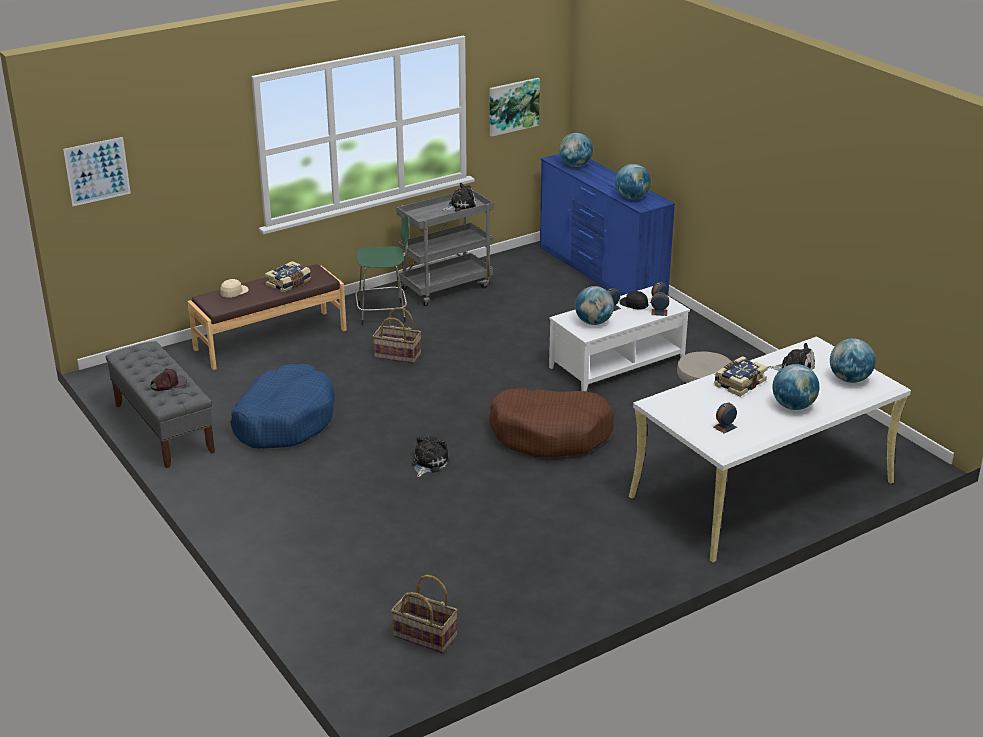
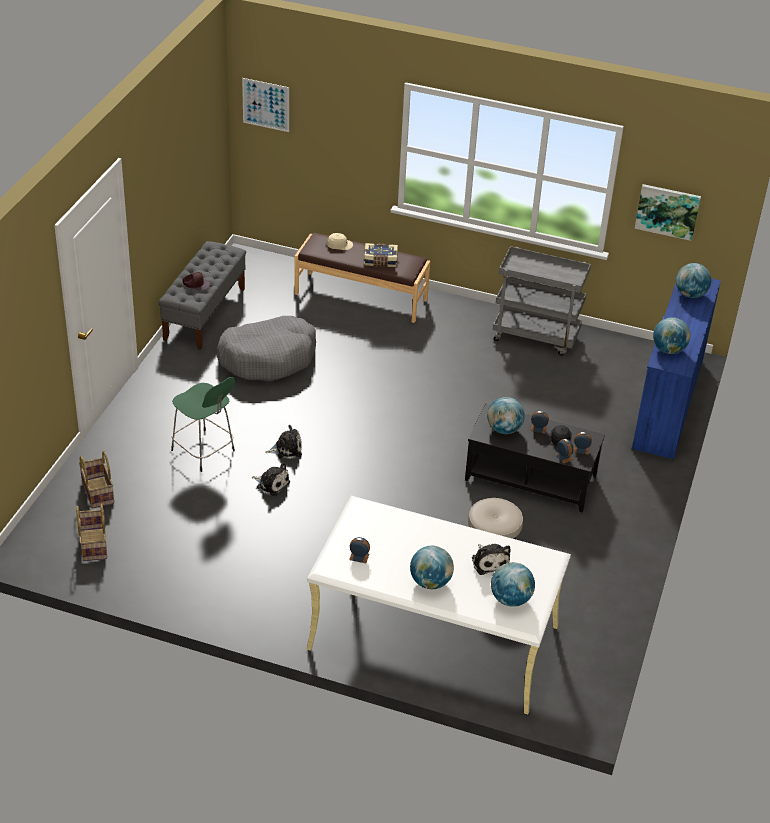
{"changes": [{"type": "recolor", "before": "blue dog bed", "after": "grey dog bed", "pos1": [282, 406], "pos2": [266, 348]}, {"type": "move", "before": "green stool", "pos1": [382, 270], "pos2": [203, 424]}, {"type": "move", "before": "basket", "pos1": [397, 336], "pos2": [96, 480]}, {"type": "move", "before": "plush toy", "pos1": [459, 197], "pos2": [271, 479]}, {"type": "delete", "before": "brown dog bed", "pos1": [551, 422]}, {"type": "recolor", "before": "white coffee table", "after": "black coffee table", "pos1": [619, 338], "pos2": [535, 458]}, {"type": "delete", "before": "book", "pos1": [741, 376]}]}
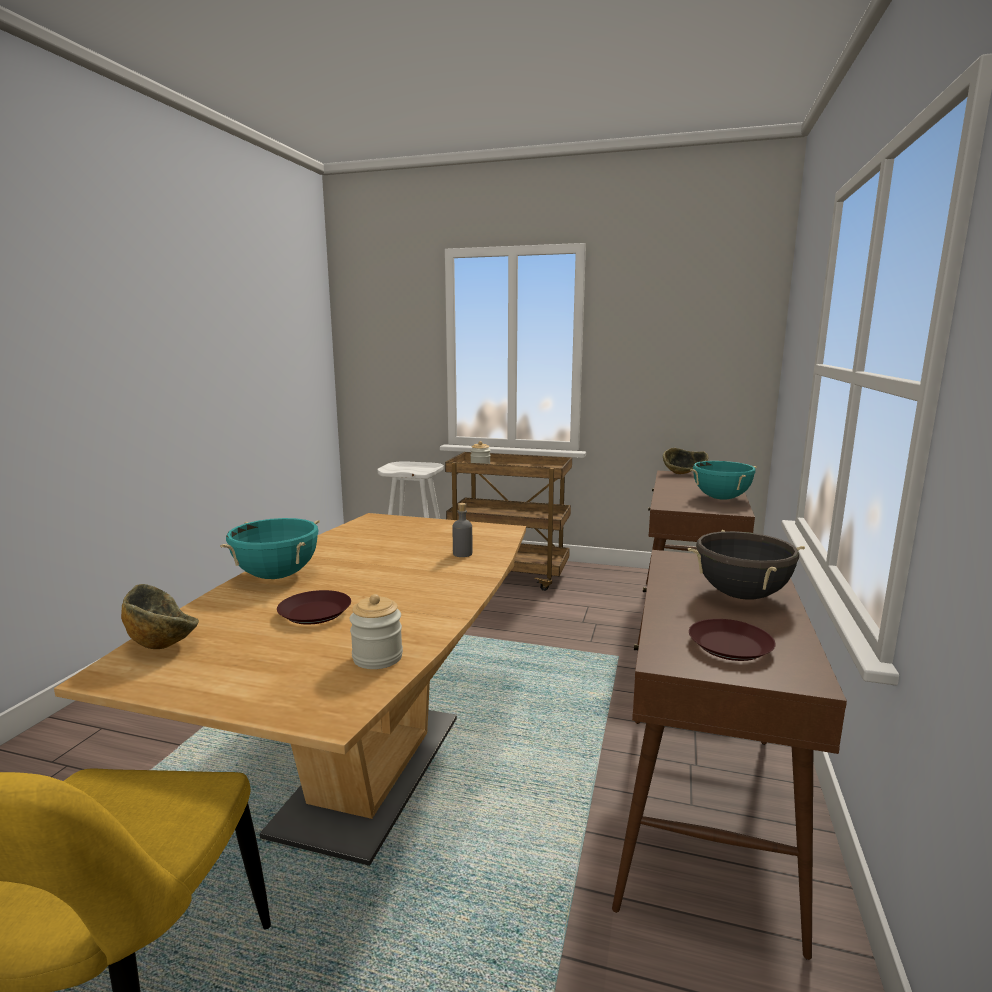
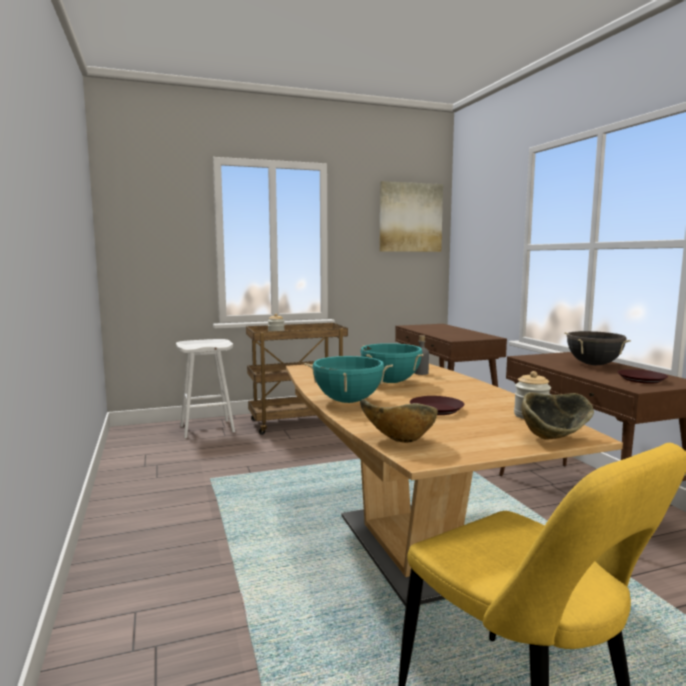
{"changes": [{"type": "move", "before": "bowl", "pos1": [686, 461], "pos2": [557, 416]}, {"type": "move", "before": "turquoise cooking pot", "pos1": [723, 480], "pos2": [392, 363]}, {"type": "insert", "after": "picture", "pos2": [411, 216]}]}
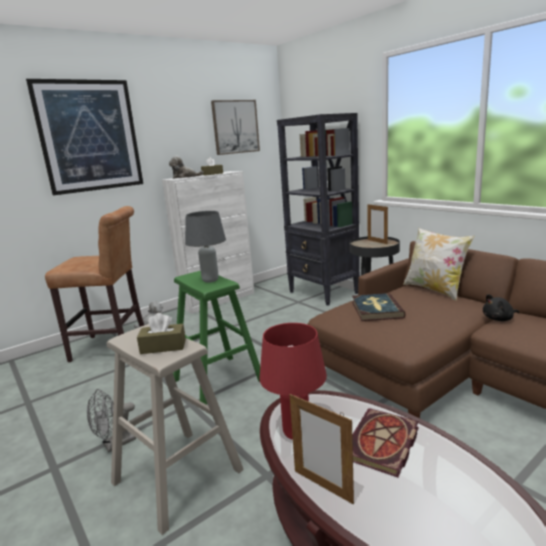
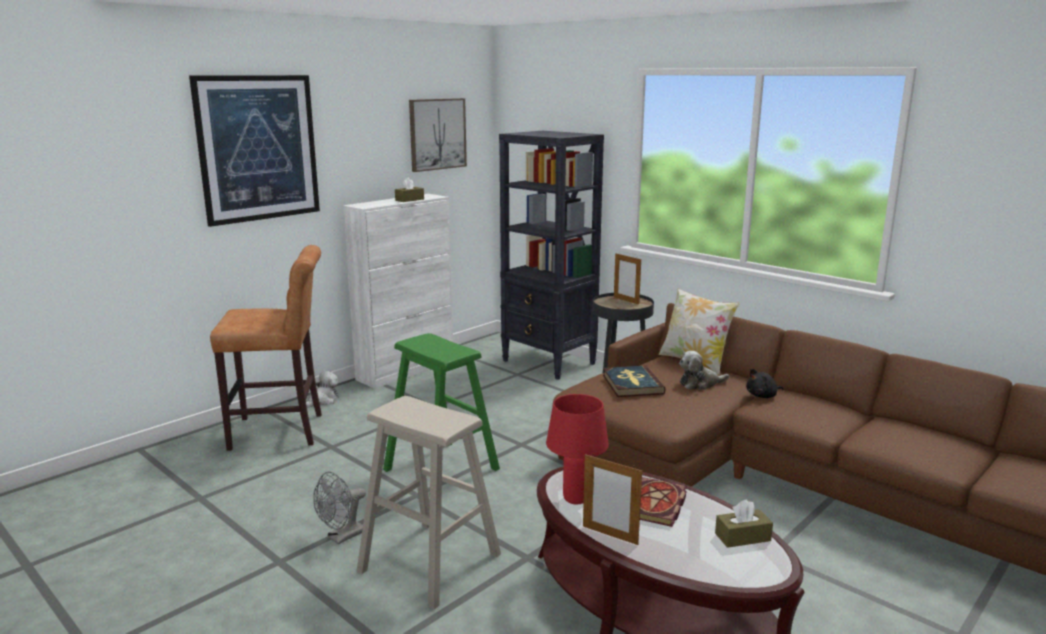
{"changes": [{"type": "move", "before": "brown tissue box", "pos1": [161, 333], "pos2": [744, 523]}, {"type": "move", "before": "plush toy", "pos1": [186, 167], "pos2": [704, 370]}, {"type": "delete", "before": "grey table lamp", "pos1": [205, 247]}]}
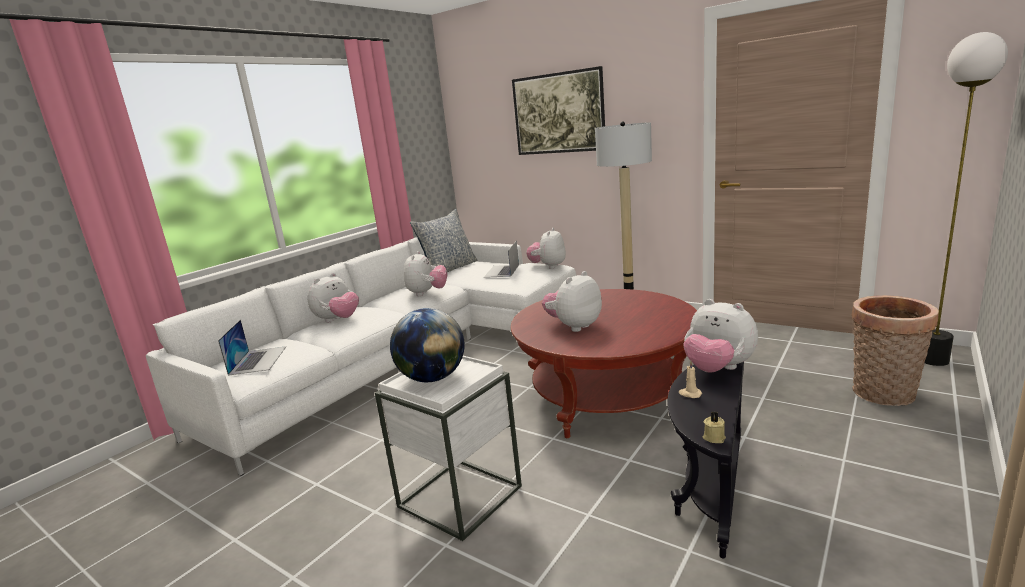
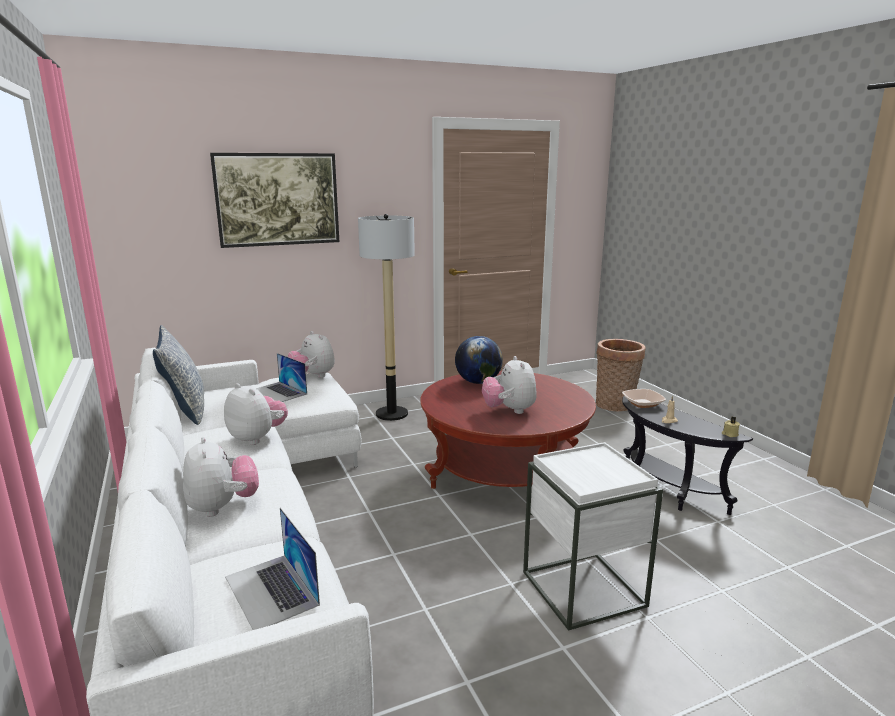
{"changes": [{"type": "rotate", "before": "laptop", "pos1": [252, 347], "pos2": [272, 569], "turn": -150}, {"type": "move", "before": "globe", "pos1": [427, 345], "pos2": [479, 360]}, {"type": "replace", "before": "plush toy", "after": "bowl", "pos1": [720, 336], "pos2": [644, 398]}, {"type": "delete", "before": "floor lamp", "pos1": [966, 199]}]}
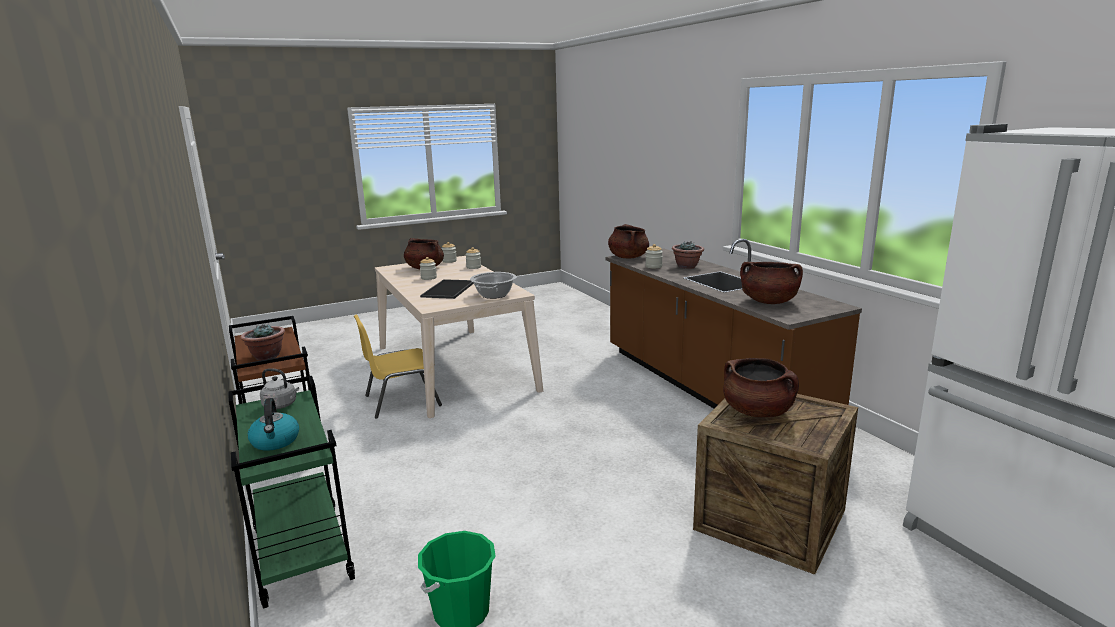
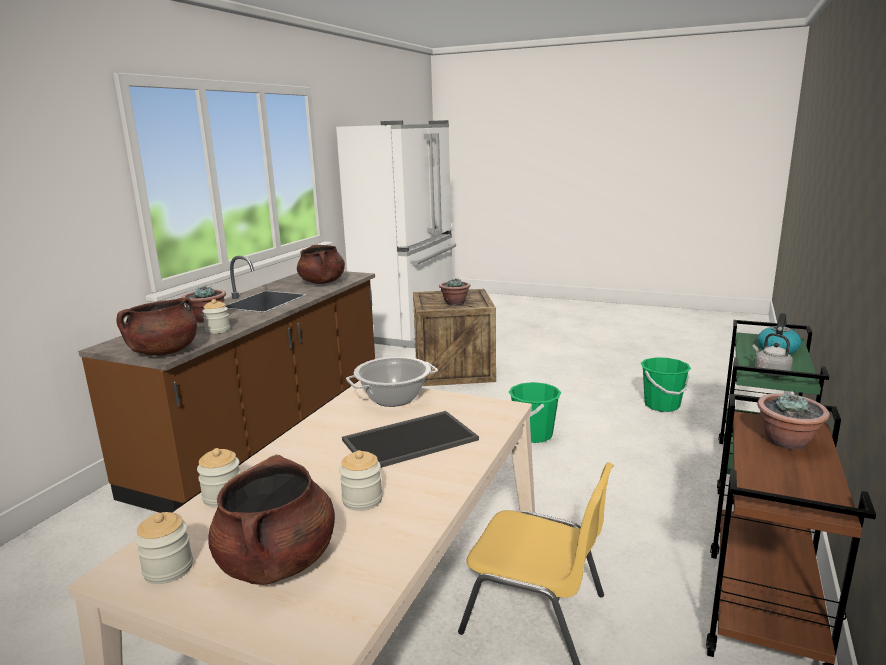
{"changes": [{"type": "replace", "before": "brown cooking pot", "after": "potted plant", "pos1": [761, 387], "pos2": [454, 292]}, {"type": "insert", "after": "green bucket", "pos2": [535, 412]}]}
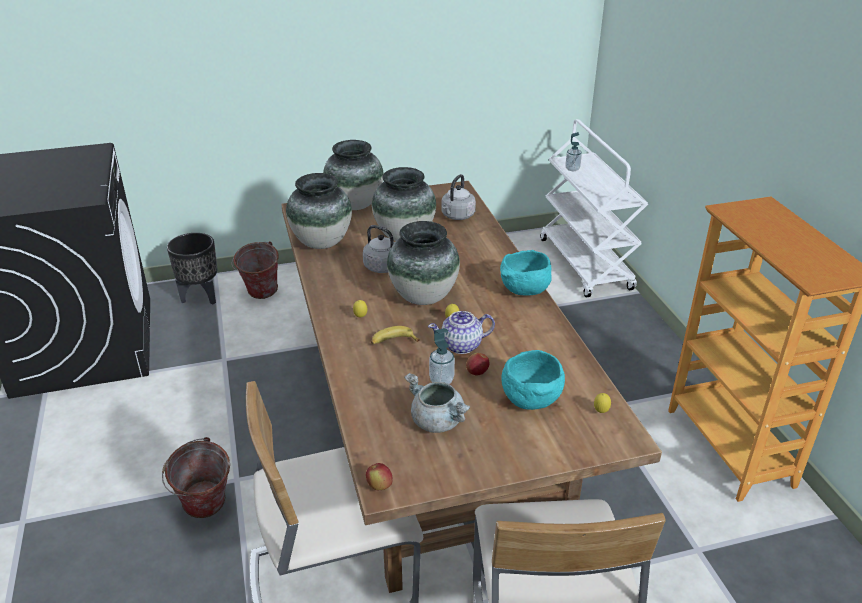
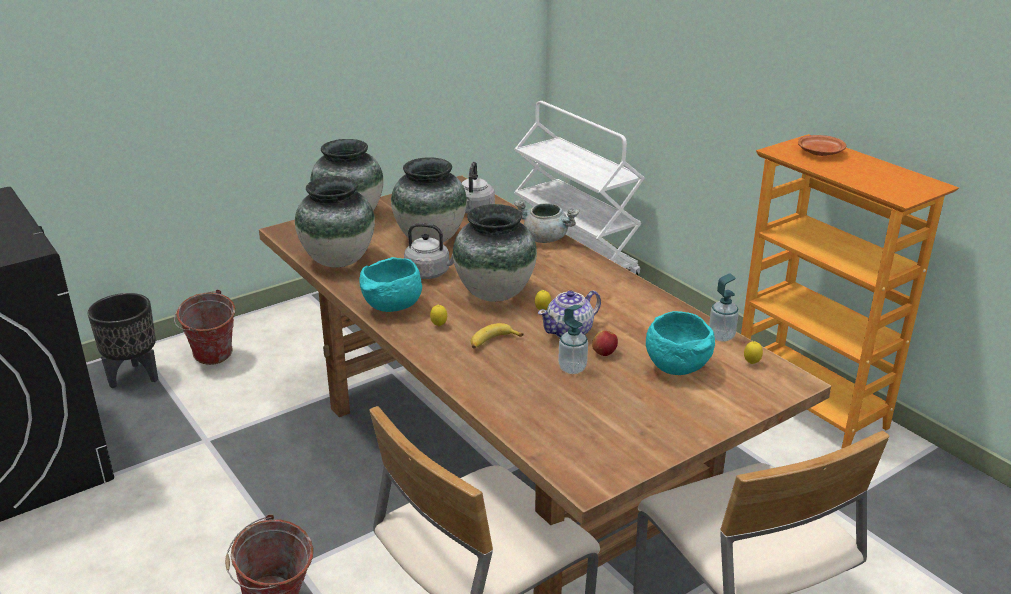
{"changes": [{"type": "delete", "before": "apple", "pos1": [379, 476]}, {"type": "move", "before": "grey cooking pot", "pos1": [437, 403], "pos2": [546, 221]}, {"type": "move", "before": "turquoise bowl", "pos1": [526, 273], "pos2": [390, 284]}, {"type": "move", "before": "soap dispenser", "pos1": [573, 151], "pos2": [724, 307]}, {"type": "insert", "after": "brown plate", "pos2": [822, 145]}]}
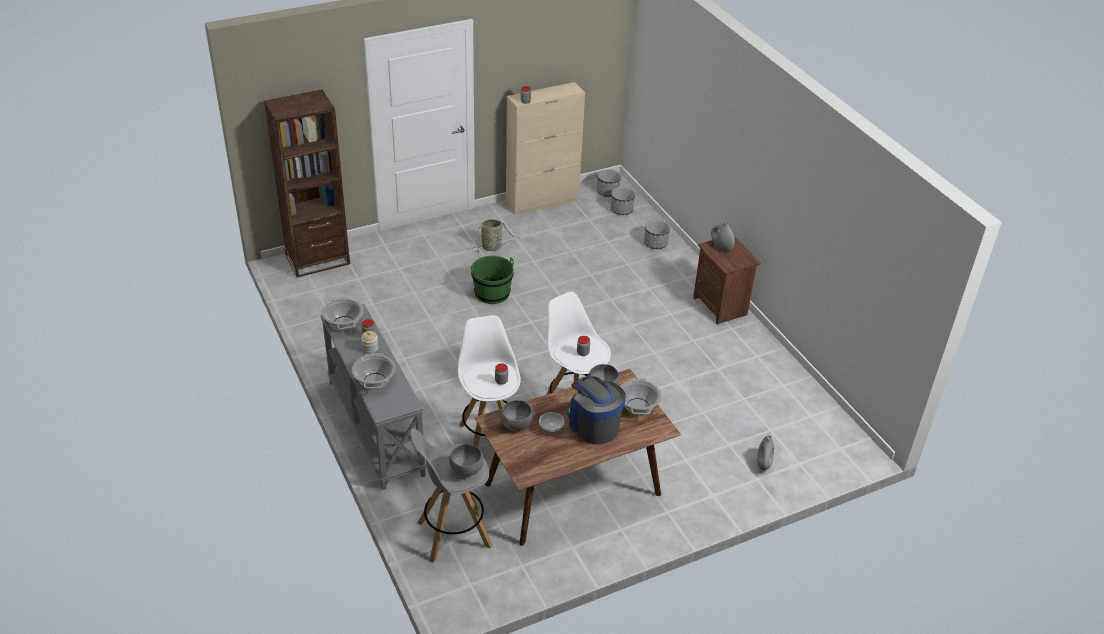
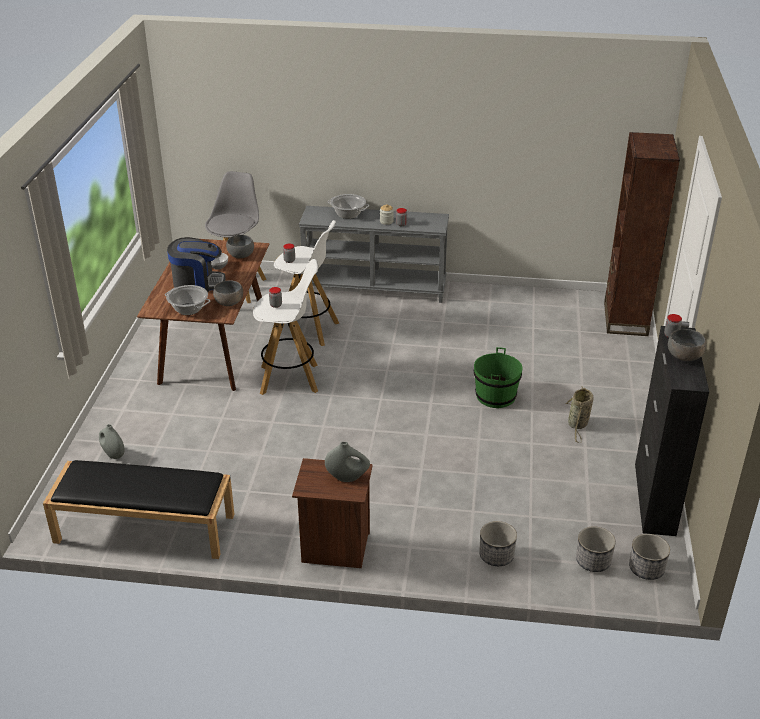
{"changes": [{"type": "delete", "before": "cooking pot", "pos1": [343, 314]}, {"type": "move", "before": "grey bowl", "pos1": [466, 460], "pos2": [687, 345]}, {"type": "recolor", "before": "beige cabinet", "after": "black cabinet", "pos1": [545, 148], "pos2": [672, 431]}, {"type": "insert", "after": "black bench", "pos2": [138, 509]}]}
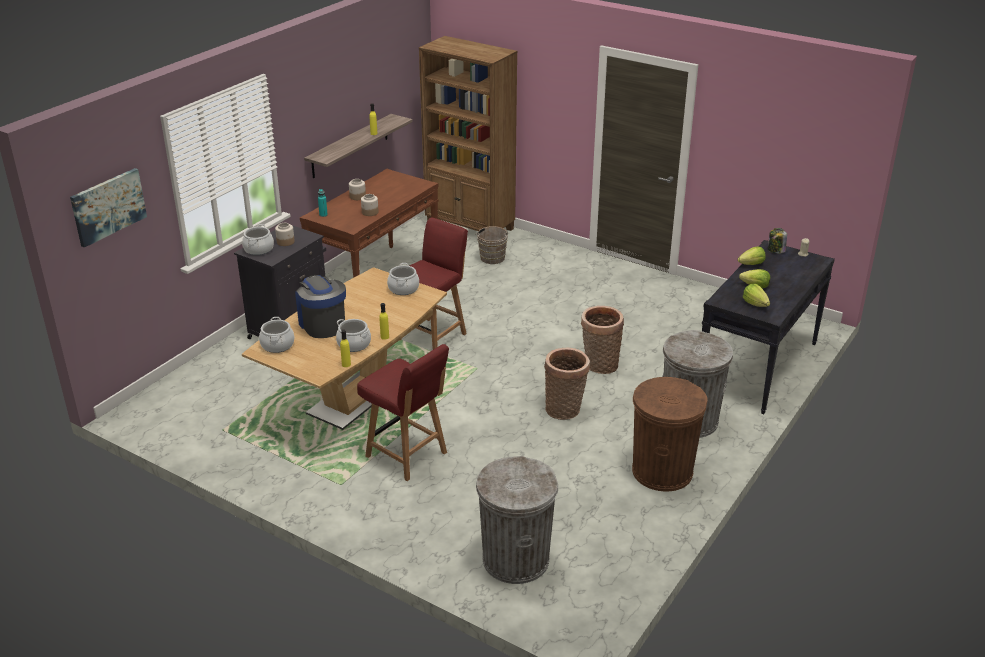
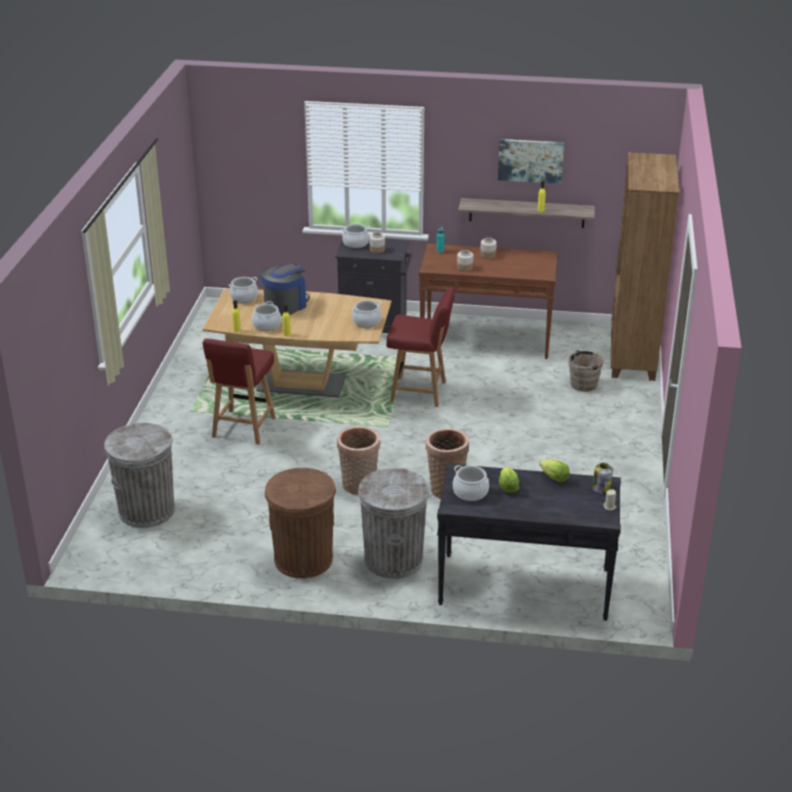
{"changes": [{"type": "move", "before": "picture", "pos1": [108, 208], "pos2": [531, 161]}, {"type": "replace", "before": "lettuce", "after": "cooking pot", "pos1": [756, 295], "pos2": [471, 483]}]}
